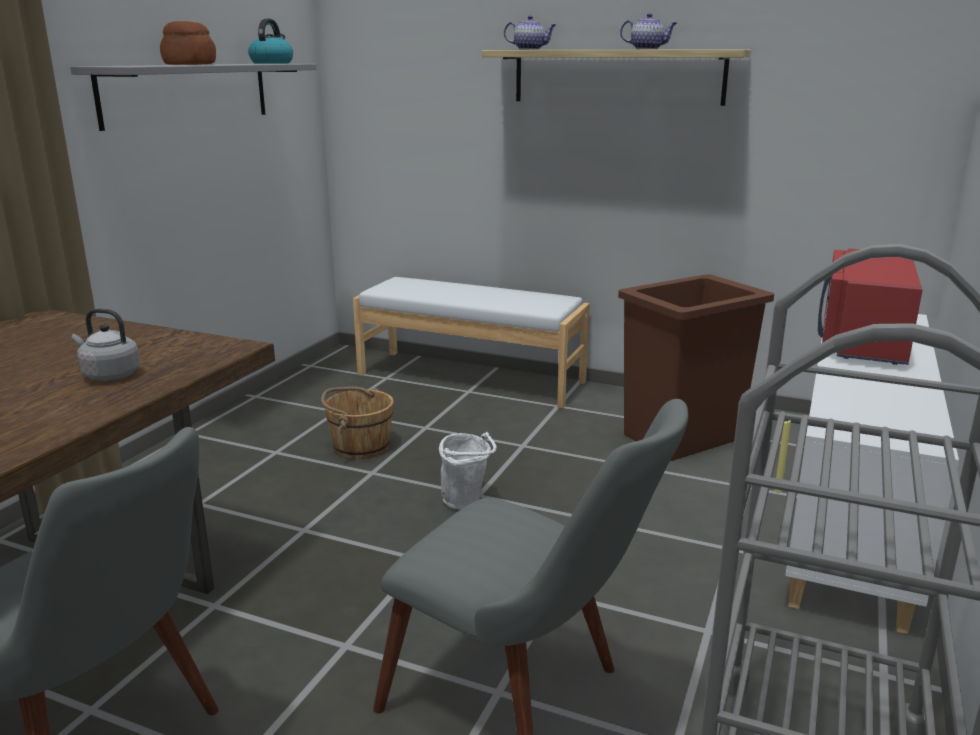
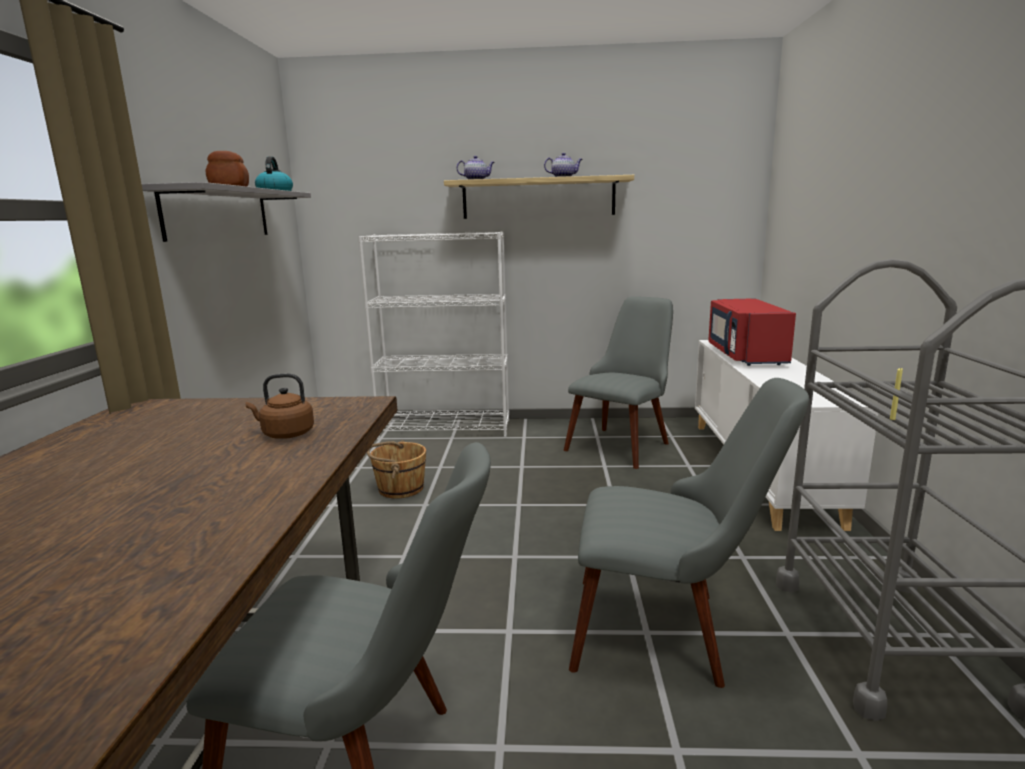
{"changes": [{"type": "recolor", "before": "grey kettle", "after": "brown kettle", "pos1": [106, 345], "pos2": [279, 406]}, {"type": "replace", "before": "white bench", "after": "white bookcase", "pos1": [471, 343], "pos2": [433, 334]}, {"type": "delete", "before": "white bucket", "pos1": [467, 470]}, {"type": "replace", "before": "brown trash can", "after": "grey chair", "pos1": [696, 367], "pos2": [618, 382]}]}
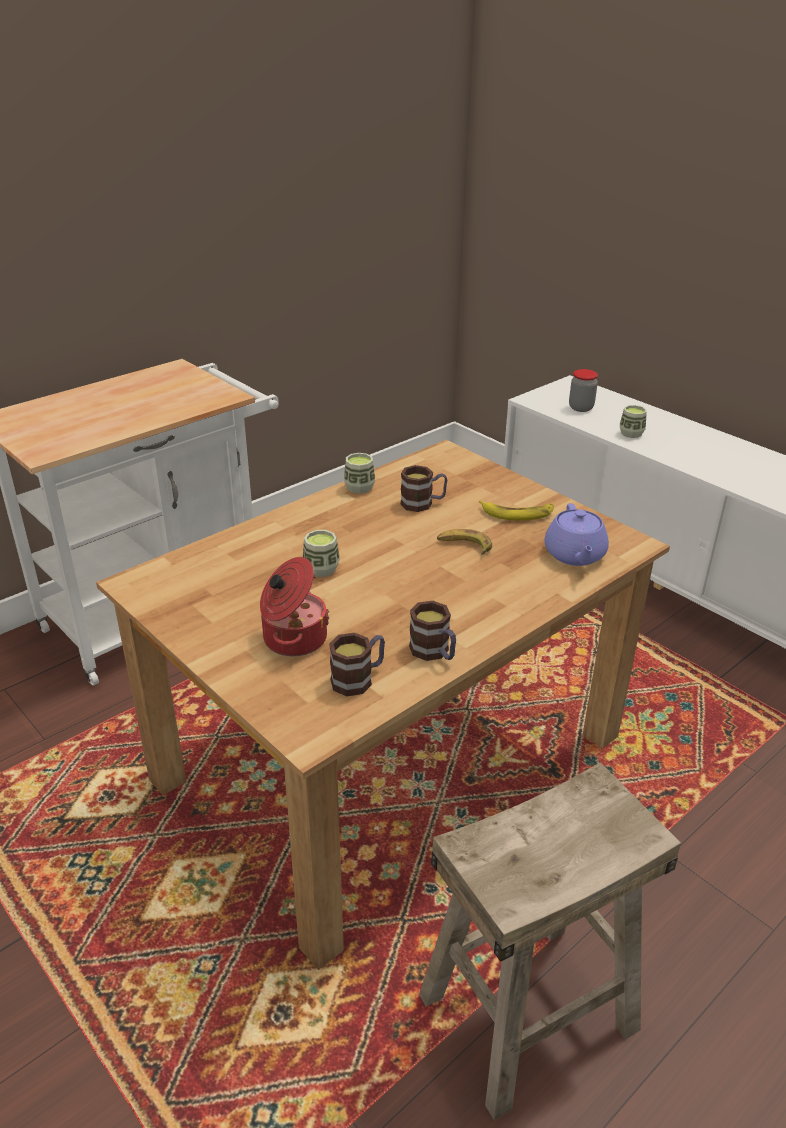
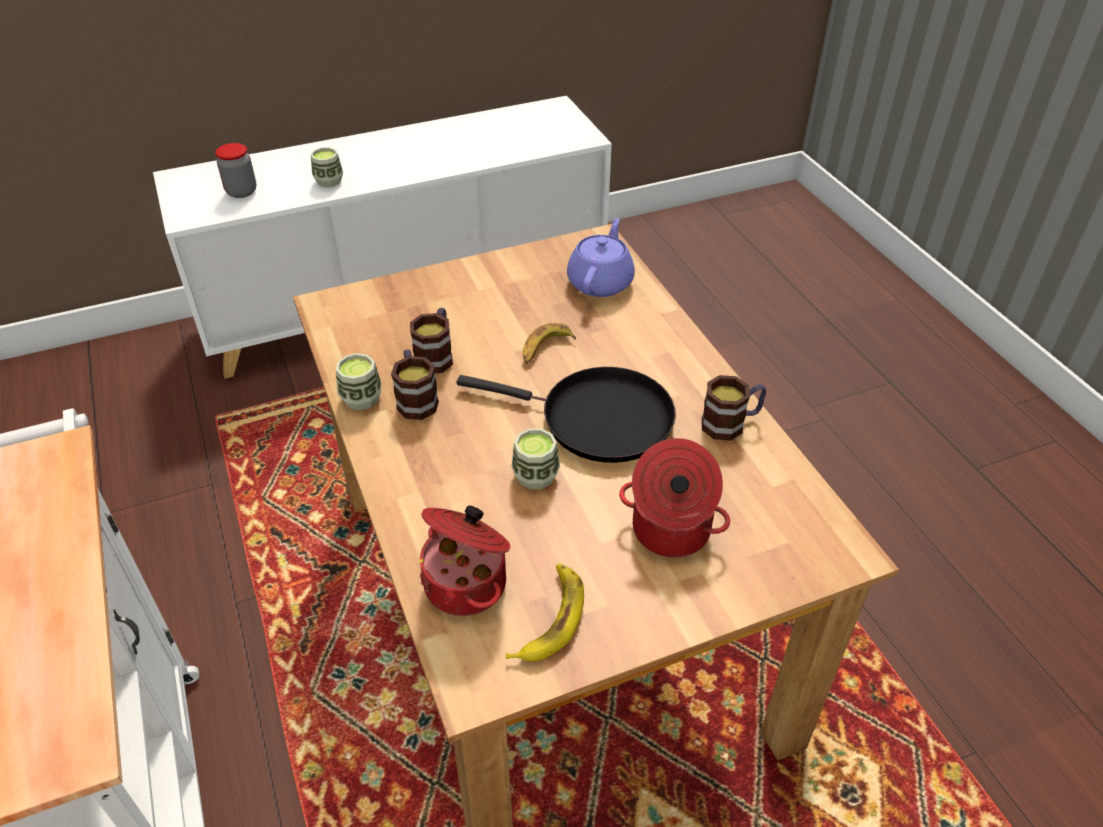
{"changes": [{"type": "move", "before": "mug", "pos1": [357, 664], "pos2": [415, 384]}, {"type": "delete", "before": "beige stool", "pos1": [550, 941]}, {"type": "move", "before": "banana", "pos1": [516, 510], "pos2": [545, 612]}, {"type": "rotate", "before": "purple teapot", "pos1": [576, 534], "pos2": [601, 257], "turn": -90}, {"type": "insert", "after": "cooking pot", "pos2": [465, 560]}, {"type": "insert", "after": "black frying pan", "pos2": [566, 415]}]}
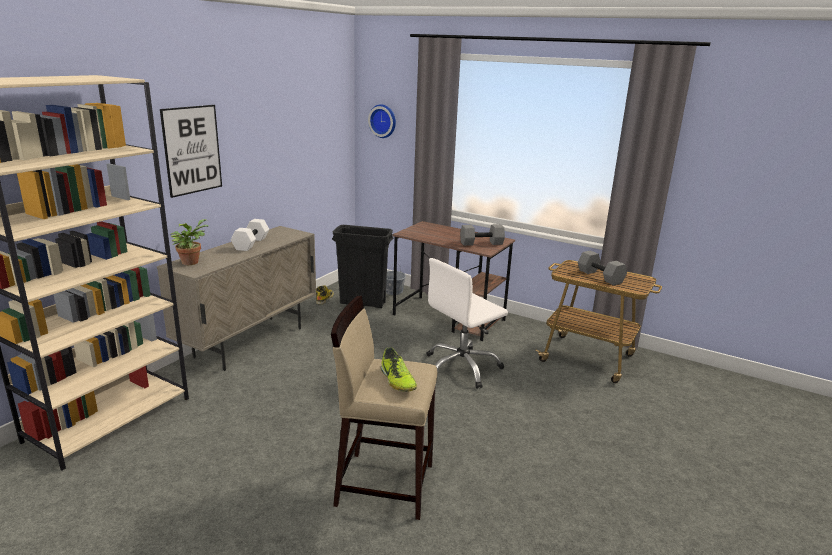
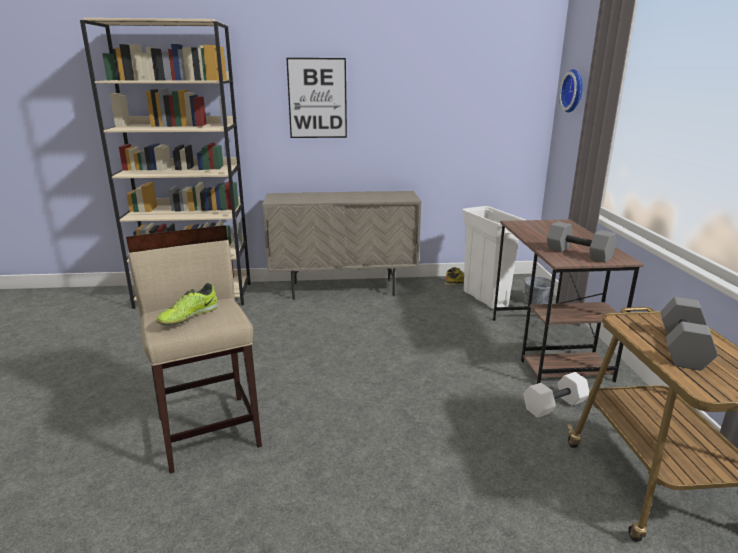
{"changes": [{"type": "delete", "before": "potted plant", "pos1": [189, 242]}, {"type": "move", "before": "white dumbbell", "pos1": [250, 235], "pos2": [556, 395]}, {"type": "recolor", "before": "black trash can", "after": "white trash can", "pos1": [362, 266], "pos2": [493, 258]}, {"type": "delete", "before": "white office chair", "pos1": [467, 323]}]}
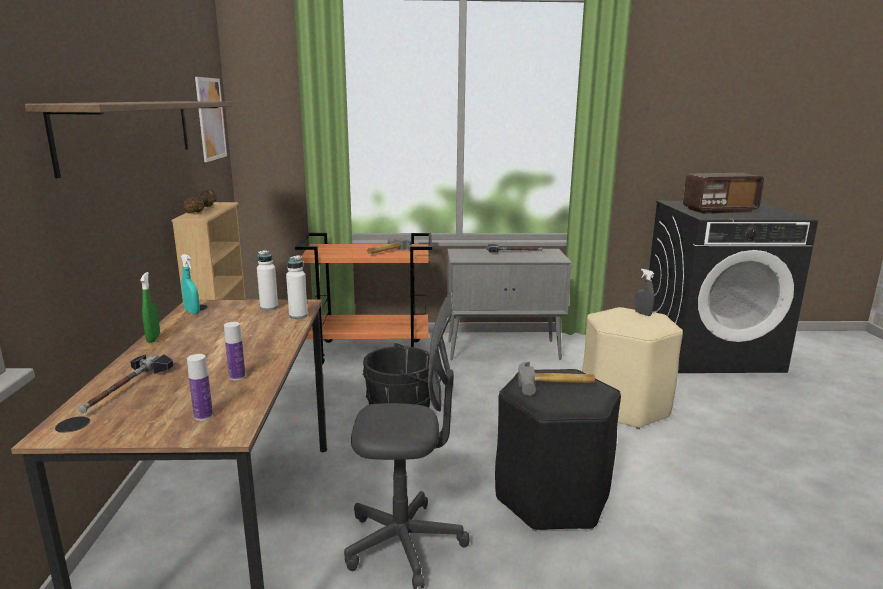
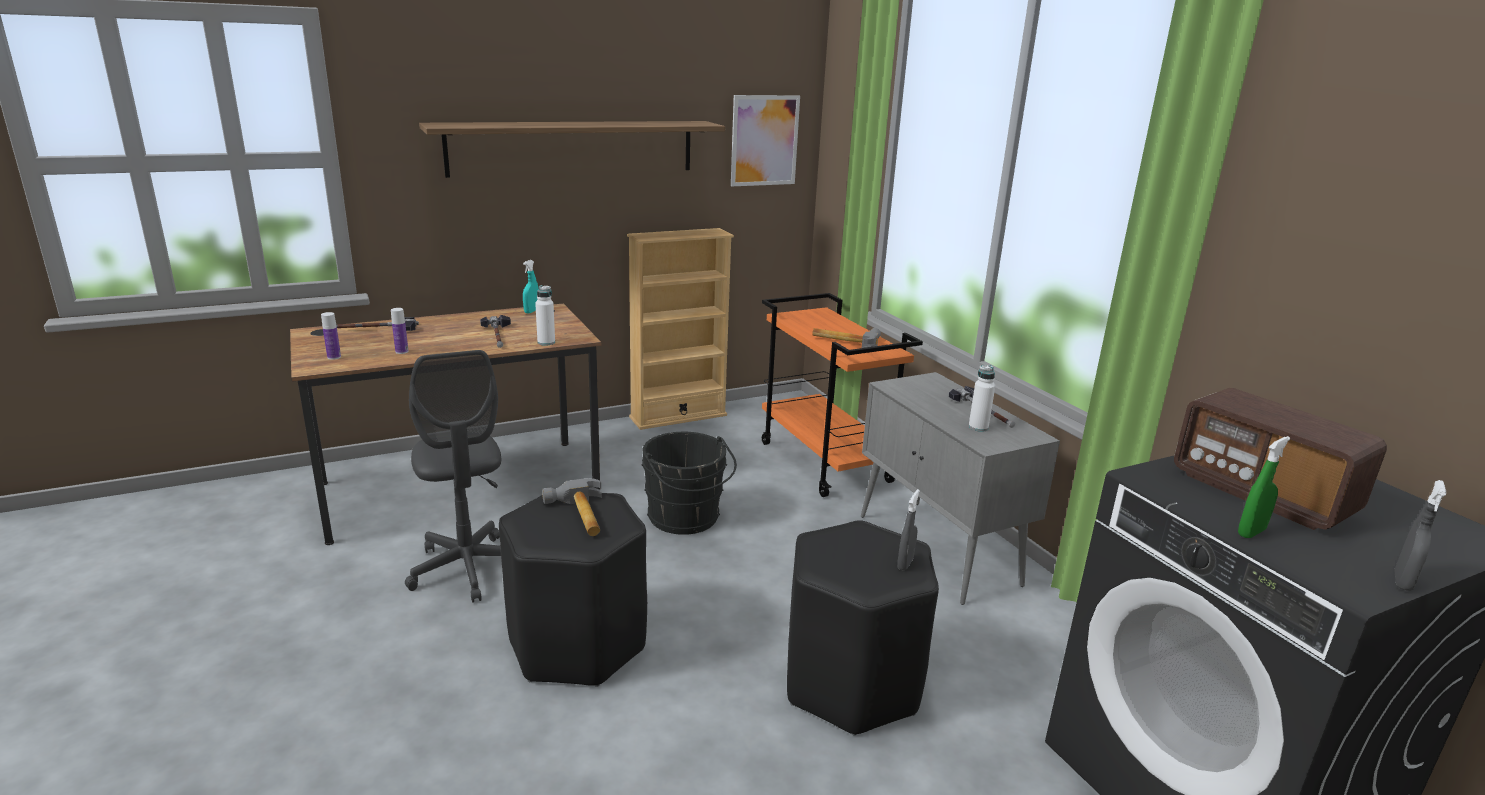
{"changes": [{"type": "move", "before": "green spray bottle", "pos1": [150, 307], "pos2": [1264, 487]}, {"type": "delete", "before": "brown dumbbell", "pos1": [200, 201]}, {"type": "move", "before": "white bottle", "pos1": [267, 280], "pos2": [982, 398]}, {"type": "recolor", "before": "beige stool", "after": "black stool", "pos1": [632, 368], "pos2": [863, 628]}, {"type": "insert", "after": "hammer", "pos2": [495, 331]}, {"type": "insert", "after": "grey spray bottle", "pos2": [1420, 535]}]}
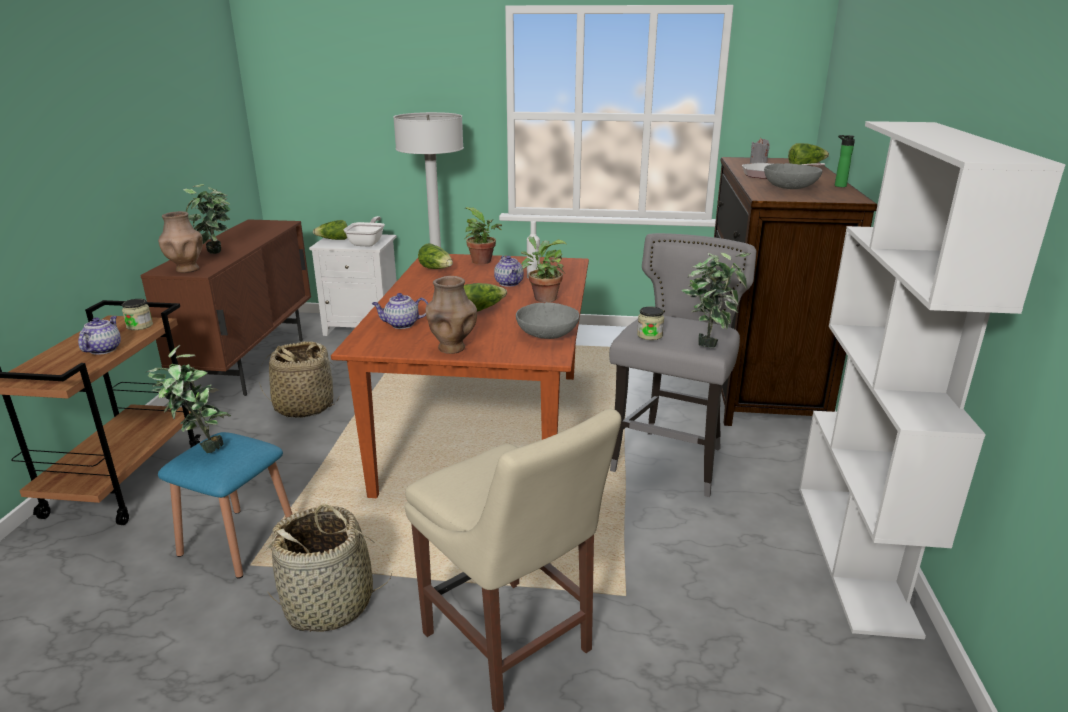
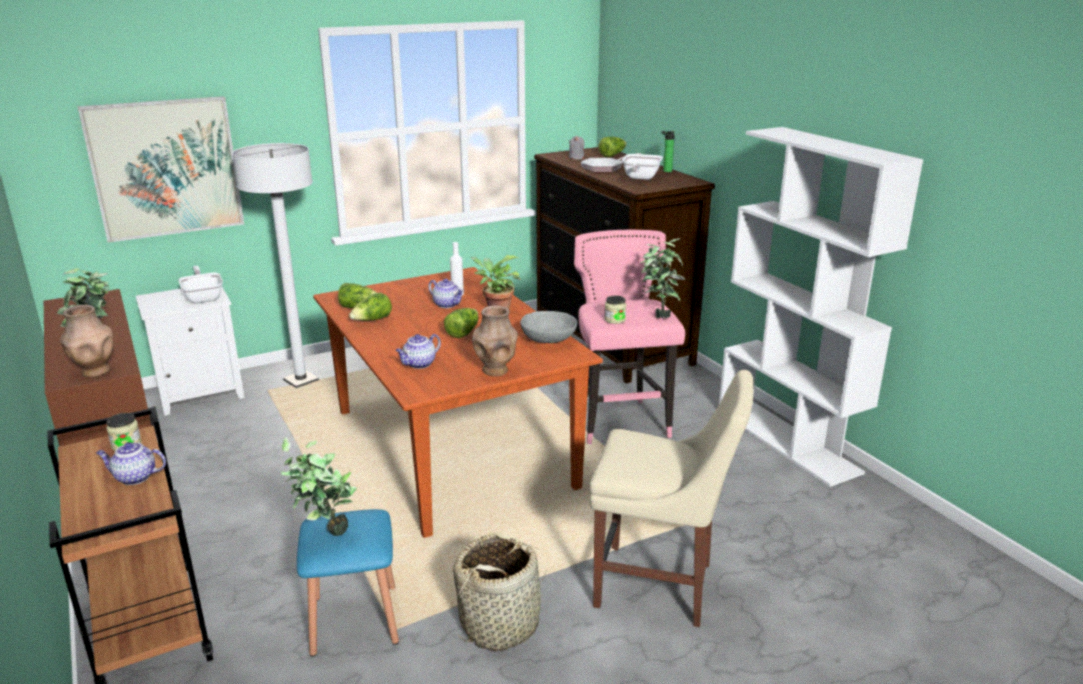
{"changes": [{"type": "rotate", "before": "teapot", "pos1": [99, 335], "pos2": [131, 463], "turn": -60}, {"type": "delete", "before": "basket", "pos1": [299, 379]}, {"type": "move", "before": "lettuce", "pos1": [330, 230], "pos2": [370, 307]}, {"type": "delete", "before": "potted plant", "pos1": [483, 235]}, {"type": "recolor", "before": "grey stool", "after": "pink stool", "pos1": [683, 365], "pos2": [629, 337]}, {"type": "replace", "before": "grey bowl", "after": "frying pan", "pos1": [793, 176], "pos2": [642, 167]}, {"type": "insert", "after": "picture", "pos2": [160, 169]}]}
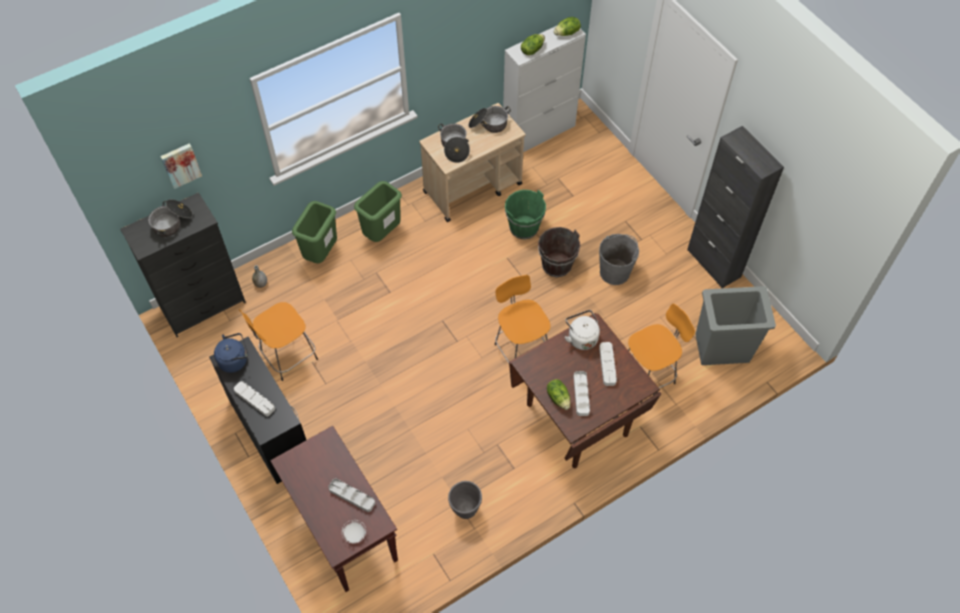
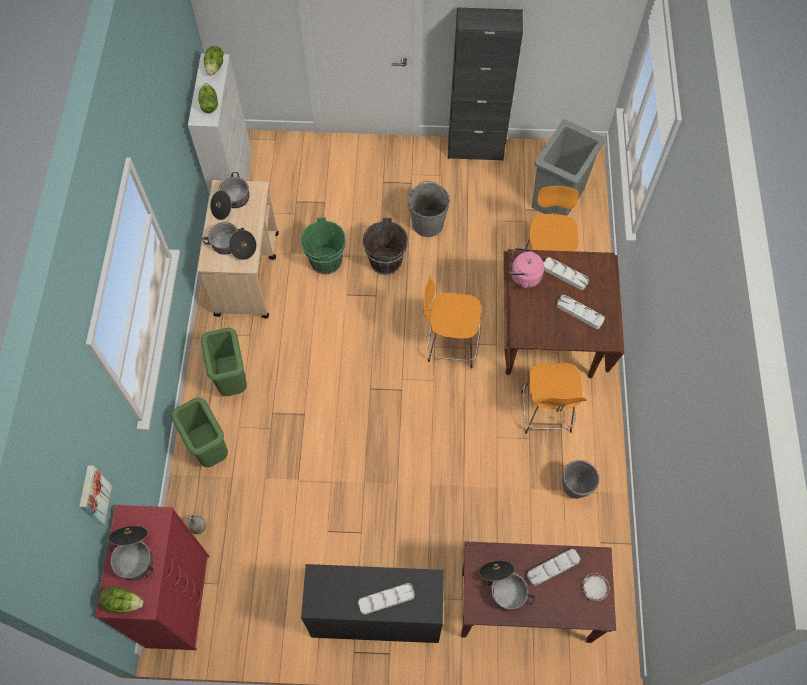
{"changes": [{"type": "recolor", "before": "black dresser", "after": "red dresser", "pos1": [183, 264], "pos2": [152, 577]}, {"type": "delete", "before": "blue kettle", "pos1": [231, 353]}, {"type": "move", "before": "orange stool", "pos1": [278, 341], "pos2": [554, 398]}, {"type": "move", "before": "lettuce", "pos1": [558, 394], "pos2": [121, 600]}, {"type": "recolor", "before": "white kettle", "after": "pink kettle", "pos1": [582, 330], "pos2": [526, 268]}, {"type": "insert", "after": "cooking pot", "pos2": [507, 585]}]}
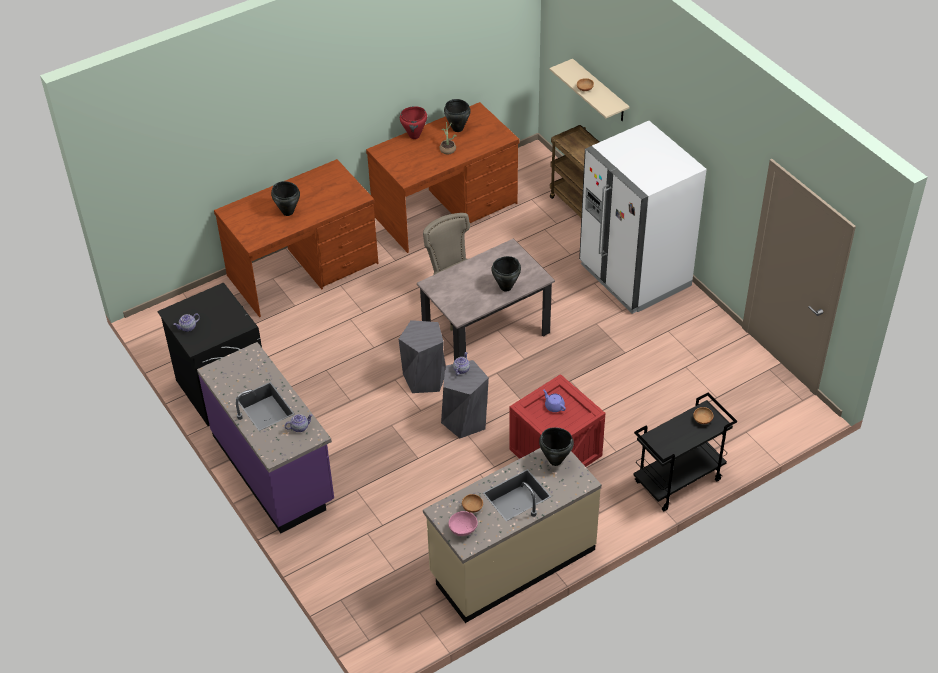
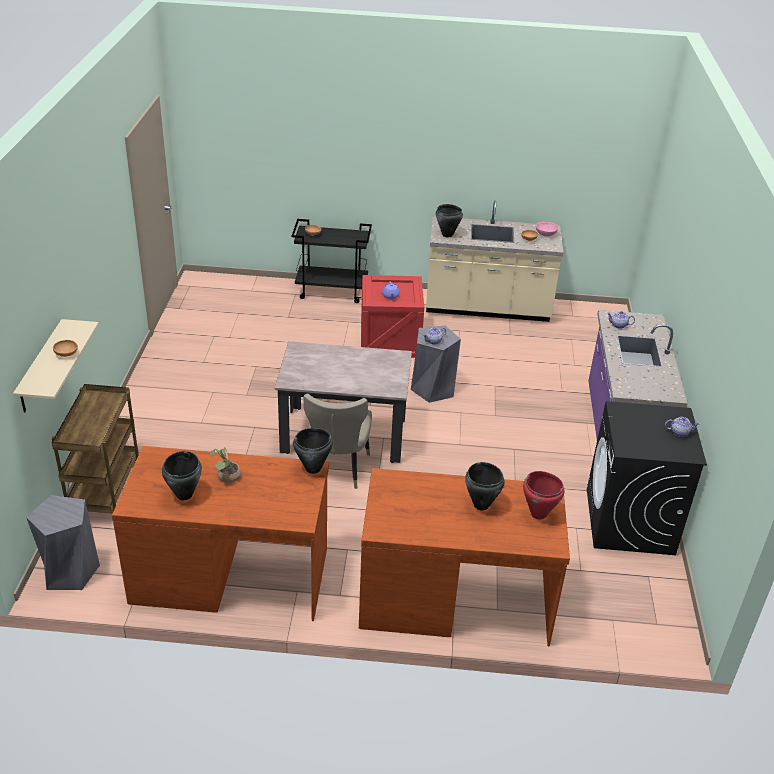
{"changes": [{"type": "move", "before": "grey stool", "pos1": [422, 356], "pos2": [63, 542]}, {"type": "move", "before": "red cooking pot", "pos1": [413, 122], "pos2": [543, 495]}, {"type": "move", "before": "black cooking pot", "pos1": [506, 274], "pos2": [313, 451]}, {"type": "delete", "before": "white fridge", "pos1": [643, 217]}]}
